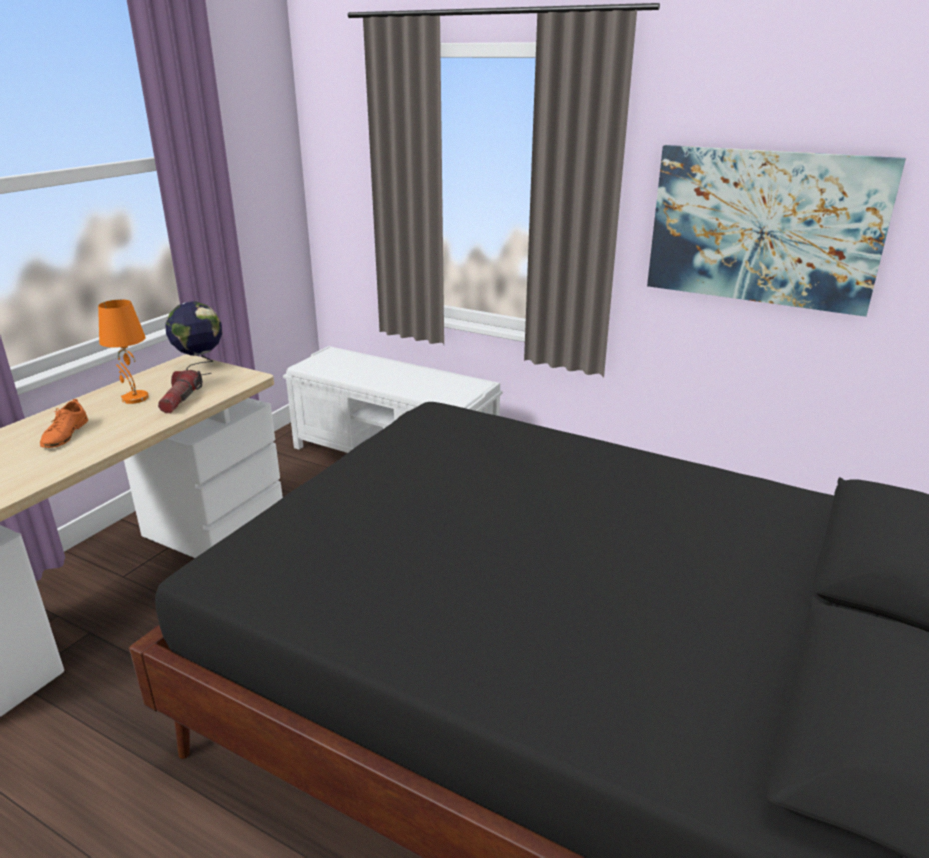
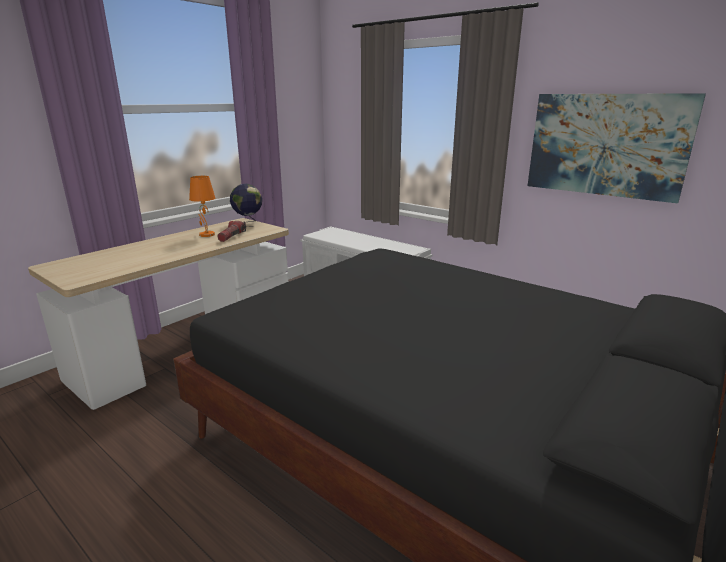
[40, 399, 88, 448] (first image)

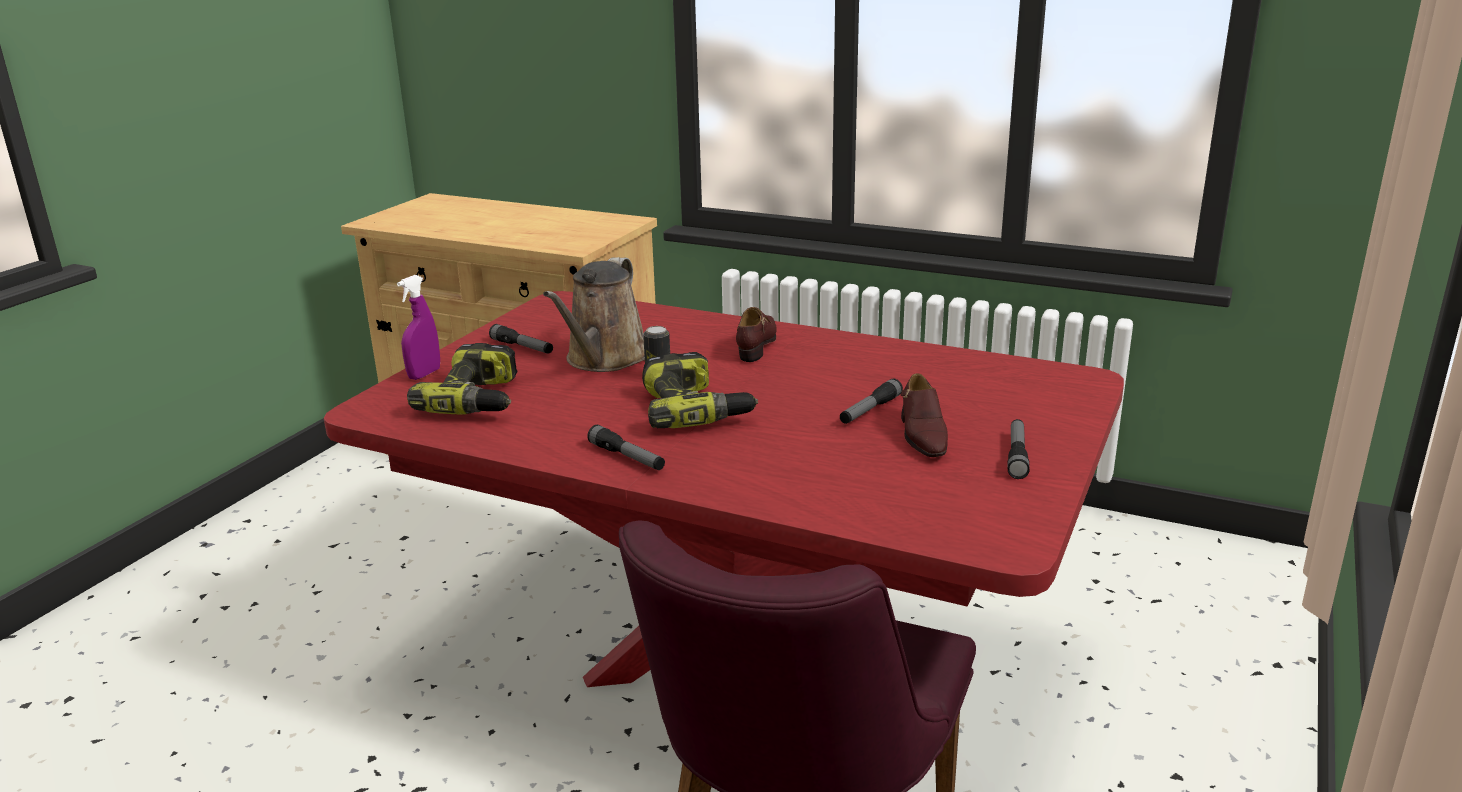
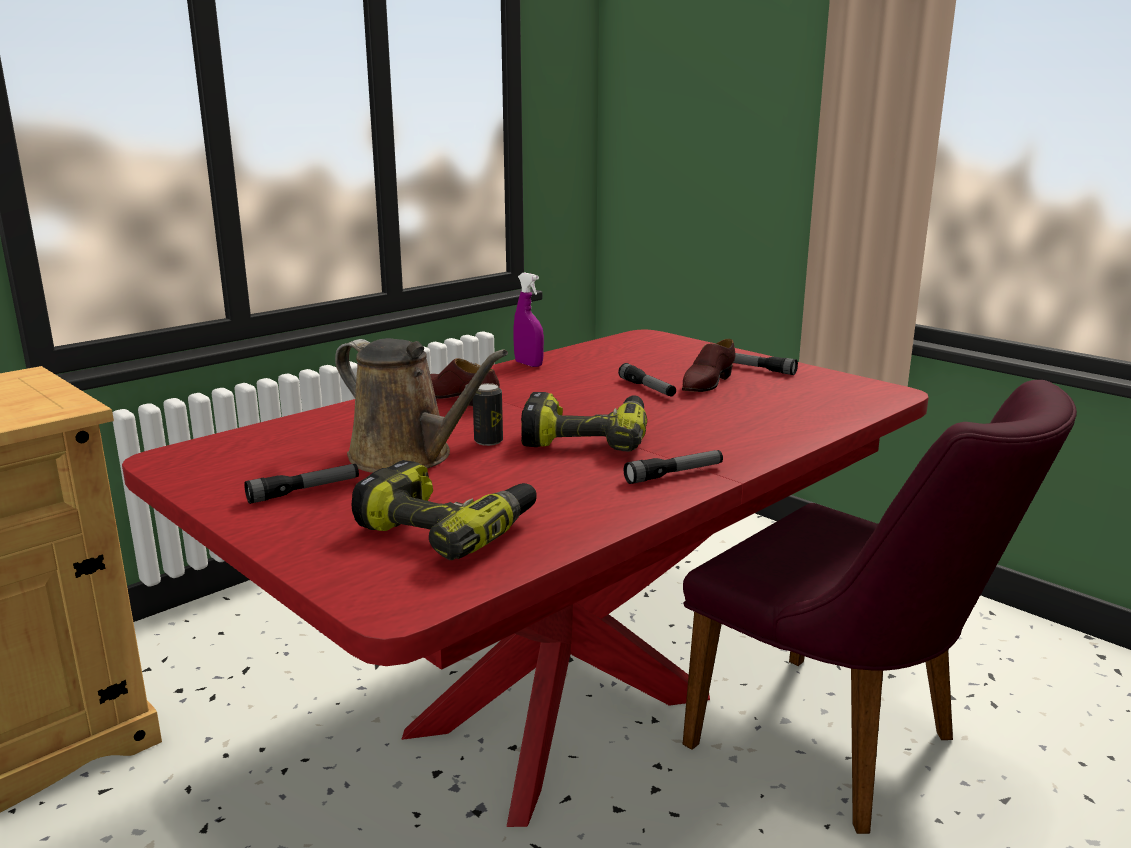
[513, 273, 544, 367]
[682, 339, 736, 392]

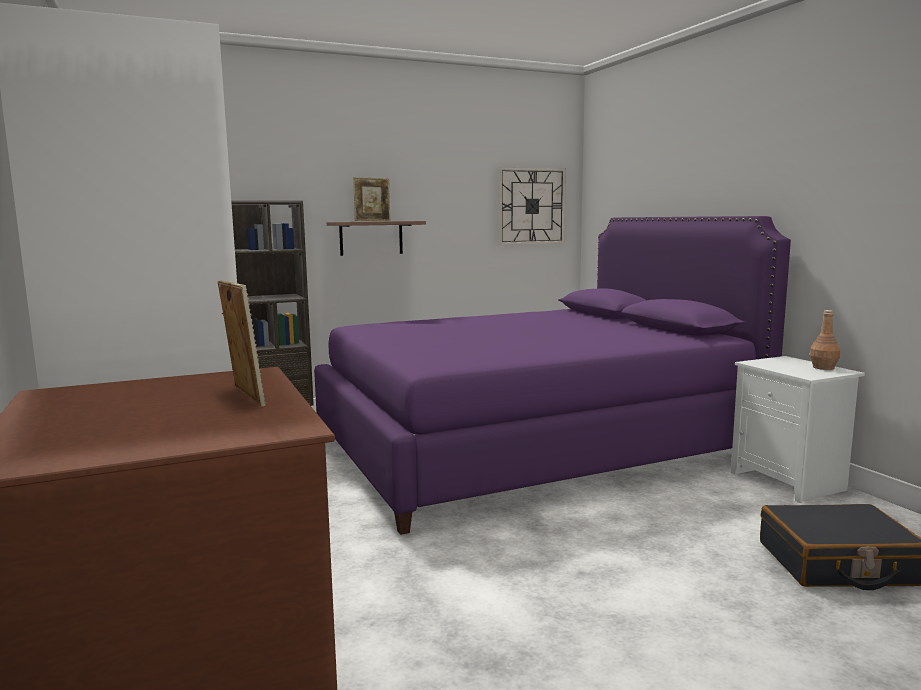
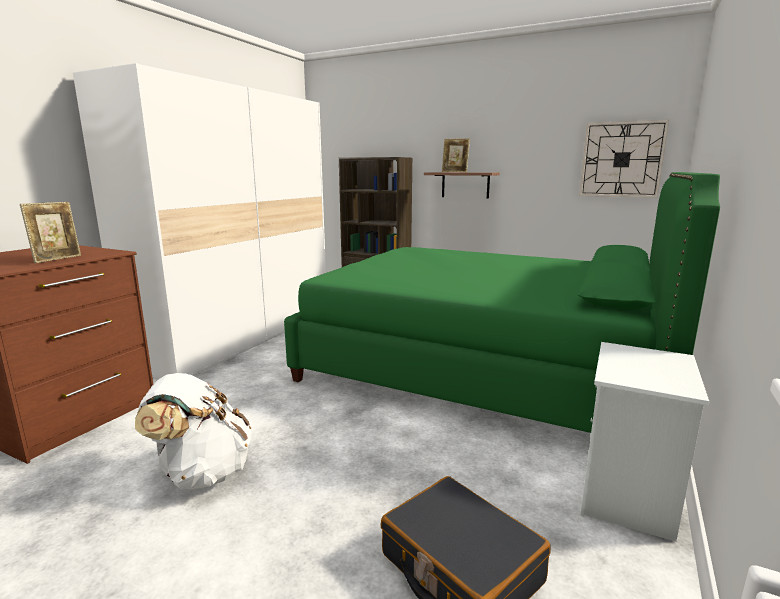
[135, 373, 251, 489]
[284, 172, 720, 433]
[810, 310, 840, 370] (first image)

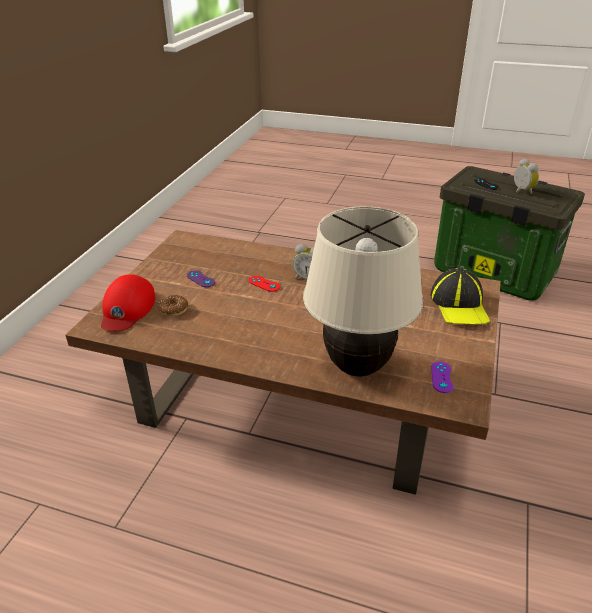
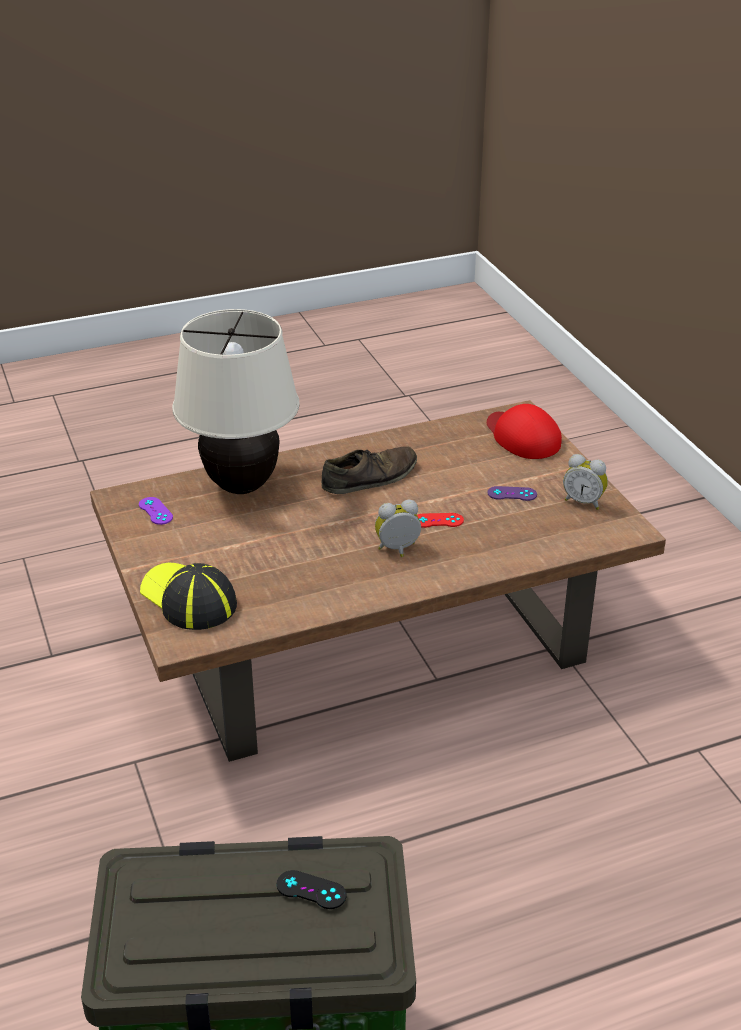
[321, 446, 417, 494]
[563, 454, 608, 510]
[158, 295, 188, 316] (first image)

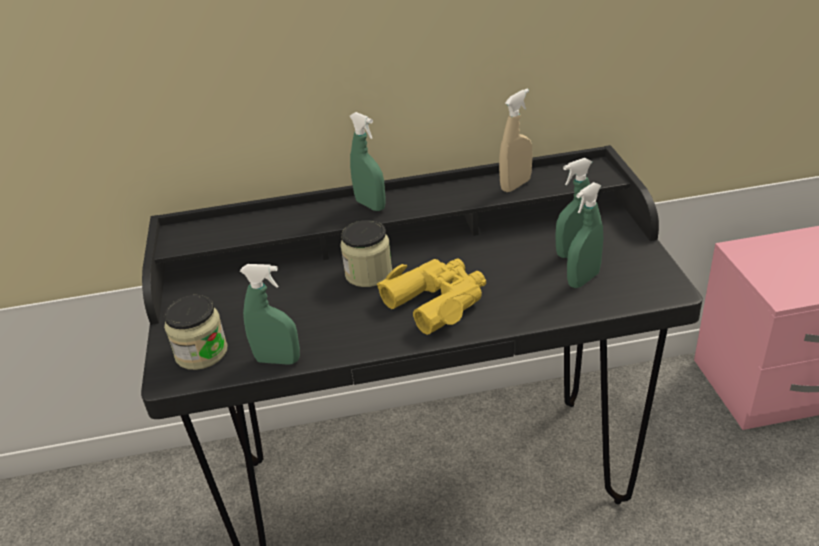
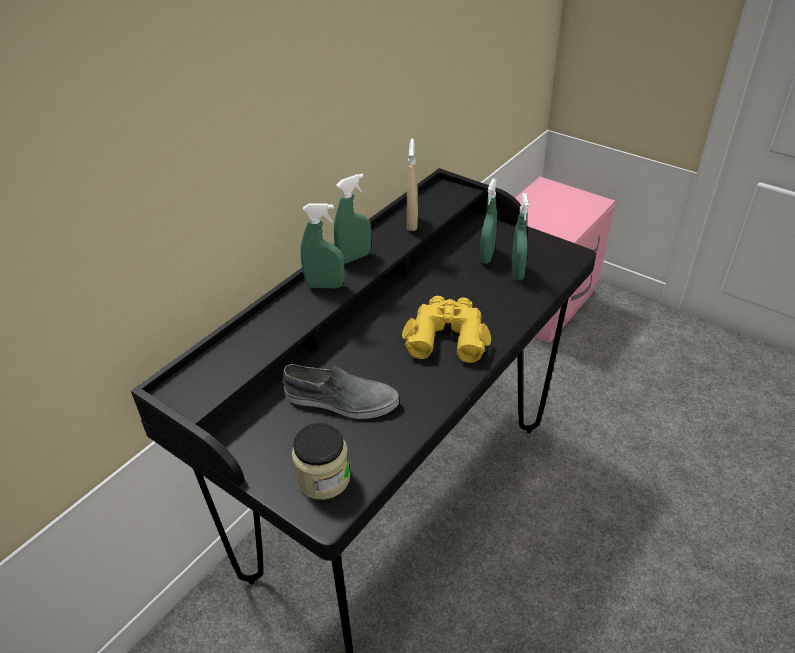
[282, 364, 399, 419]
[334, 174, 371, 264]
[340, 220, 392, 287] (first image)

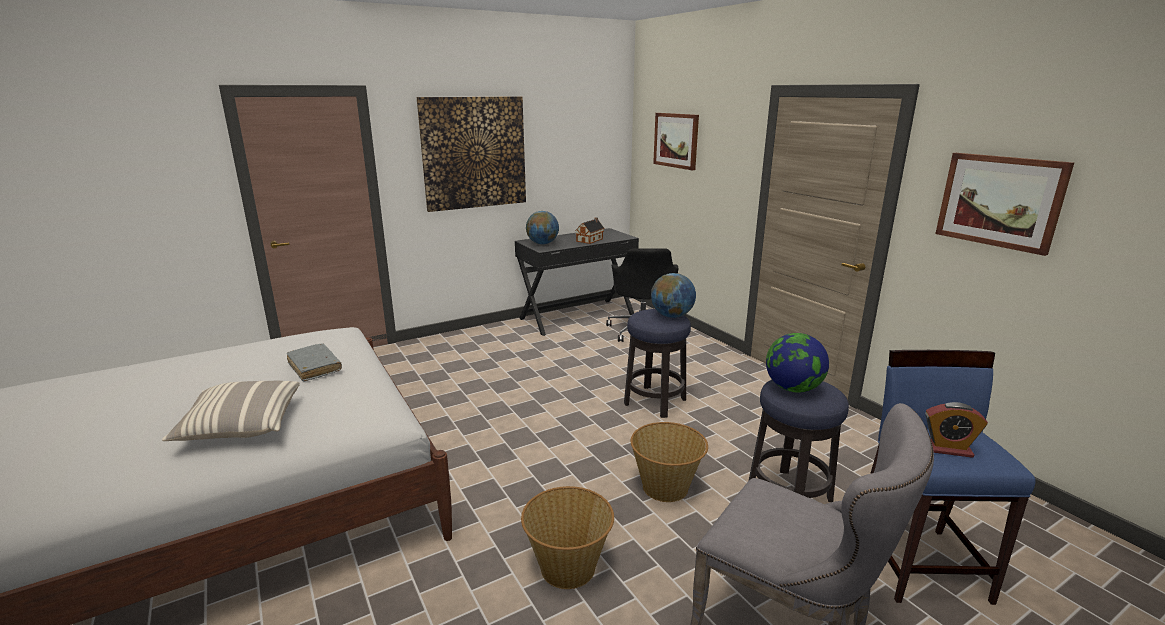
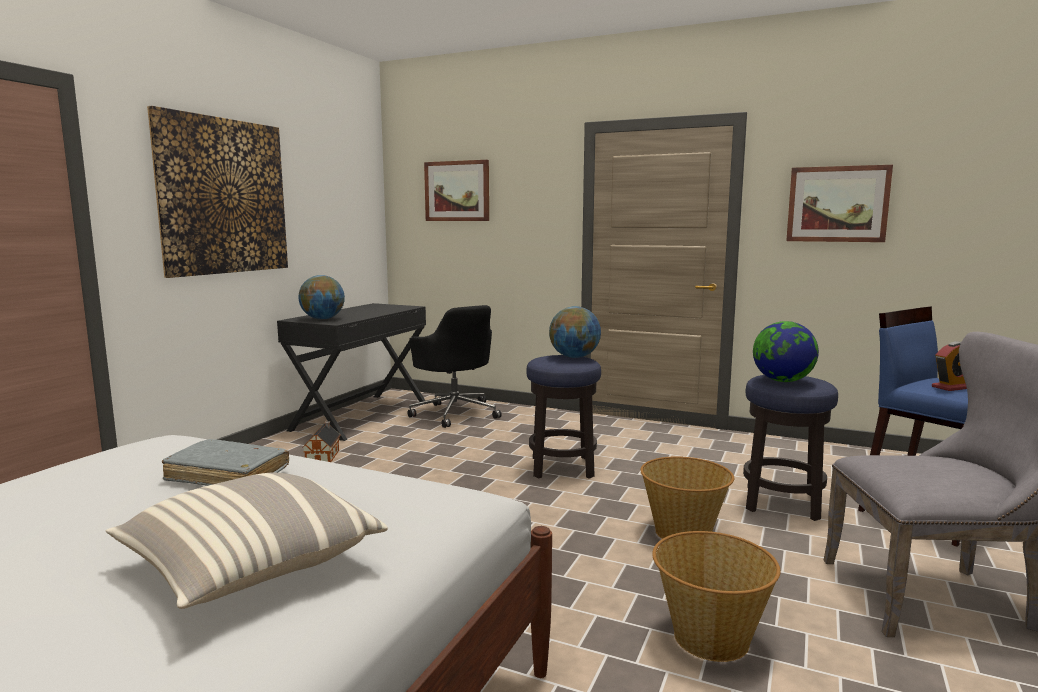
[302, 421, 341, 462]

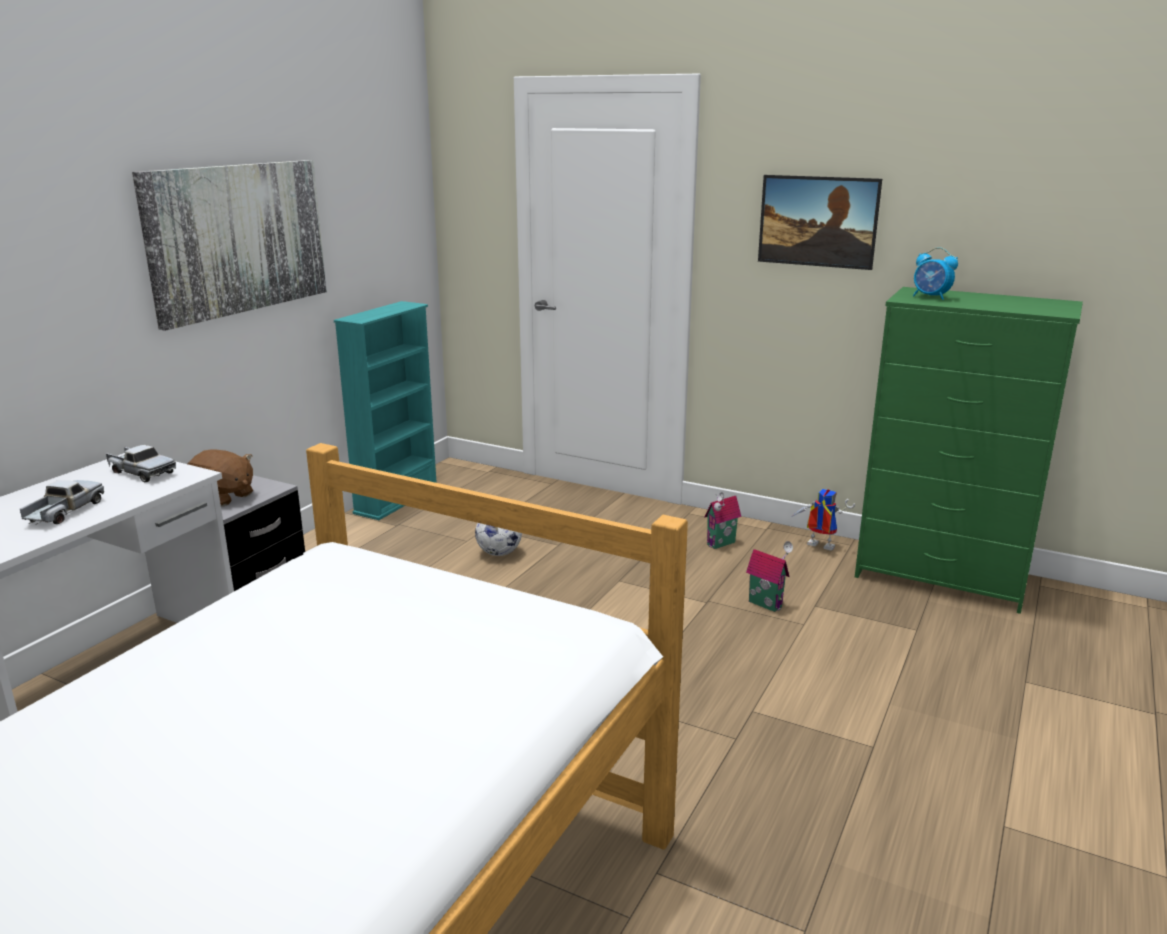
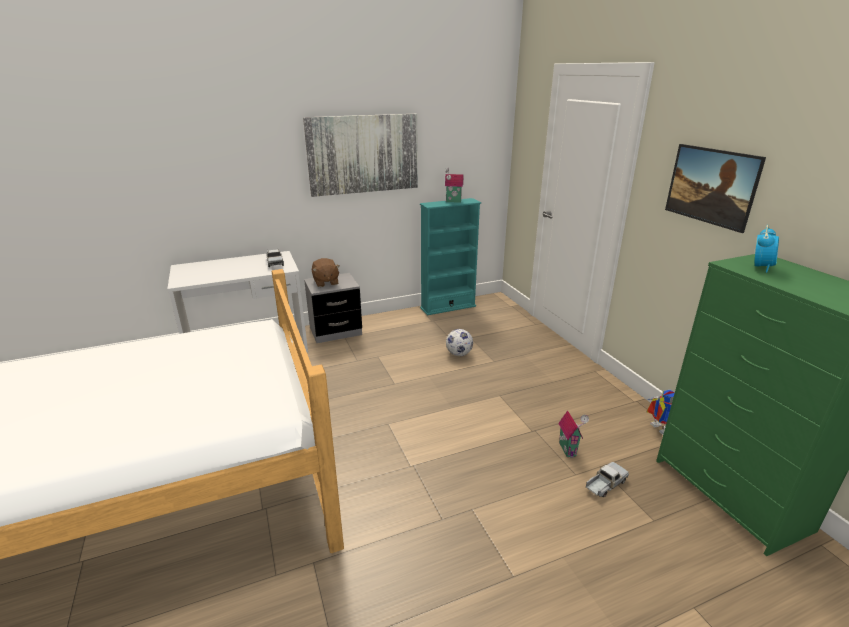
[445, 168, 463, 203]
[586, 462, 629, 497]
[754, 225, 779, 273]

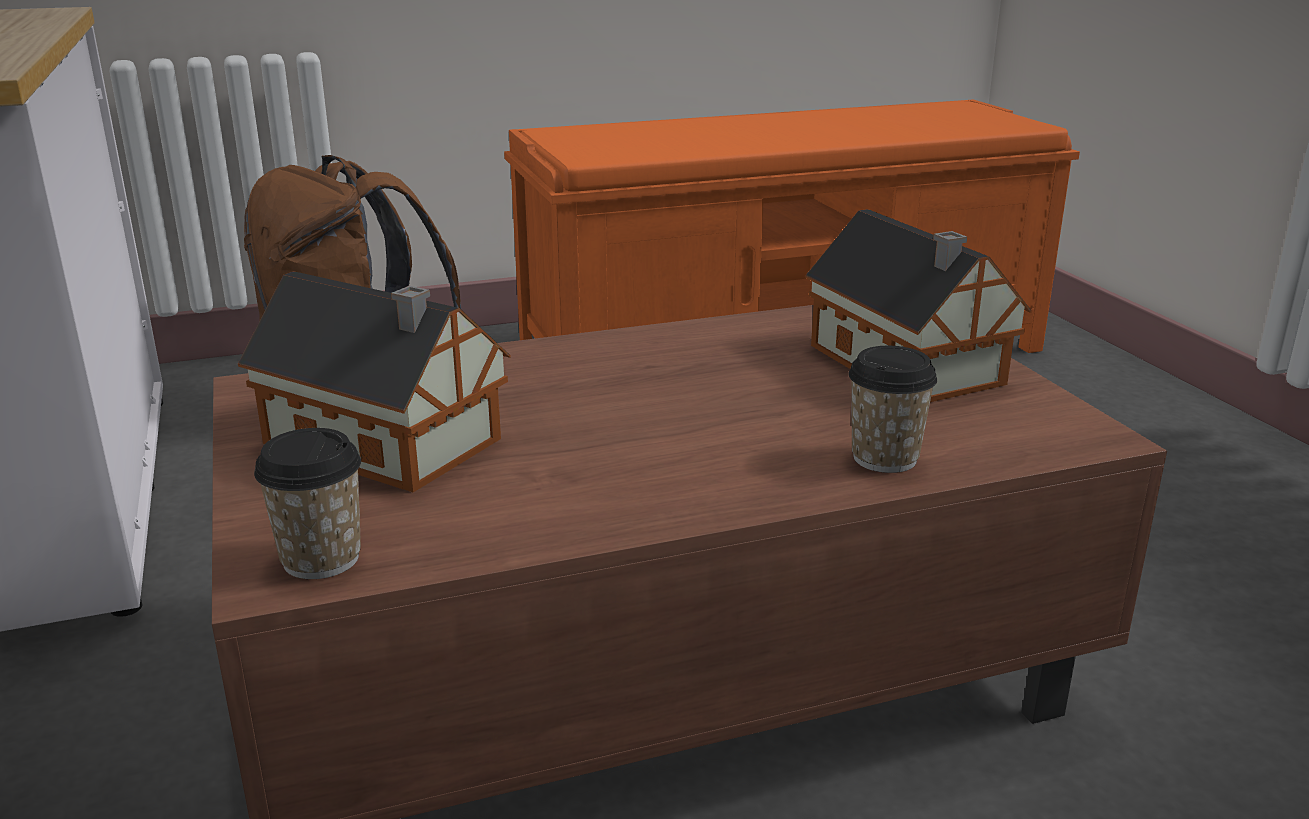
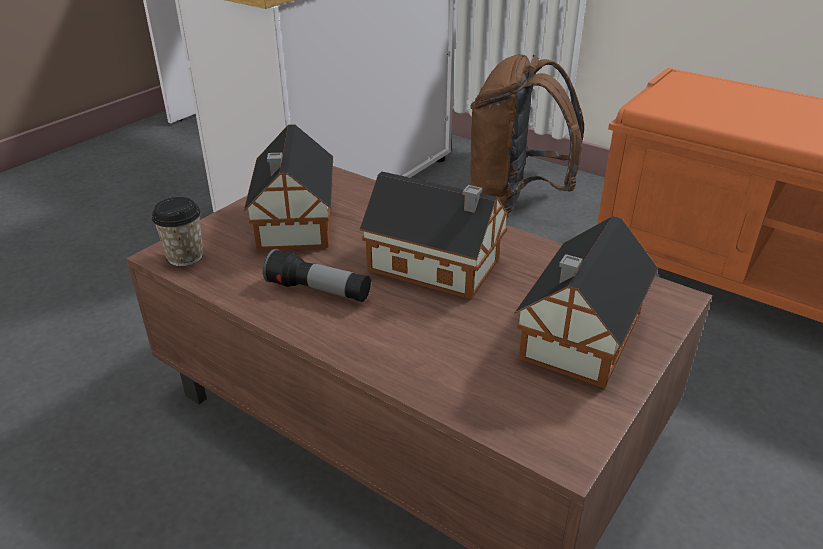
[263, 249, 371, 302]
[360, 172, 510, 299]
[848, 346, 937, 473] (first image)

